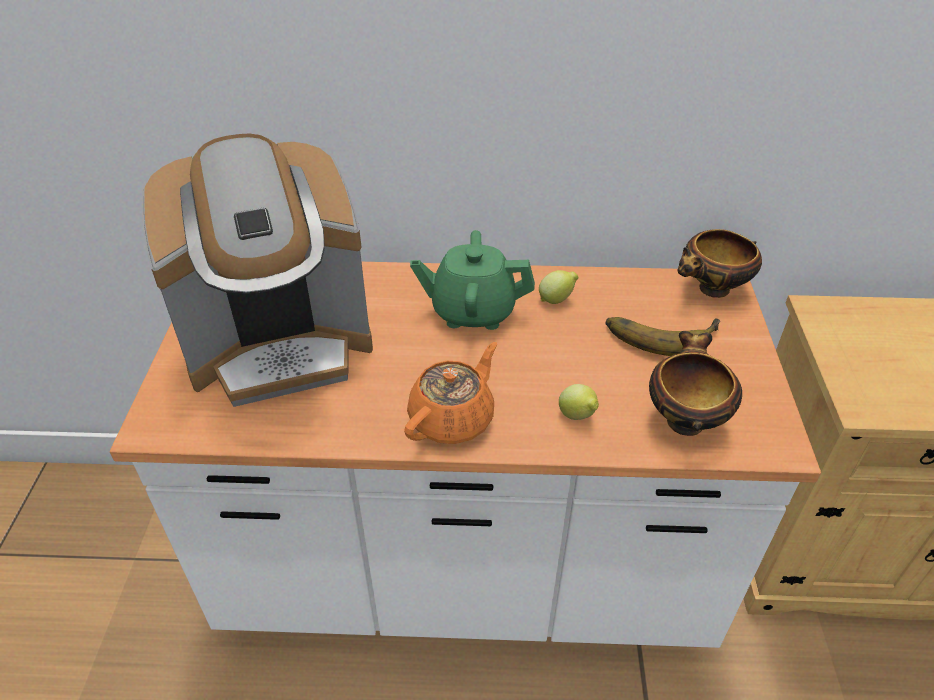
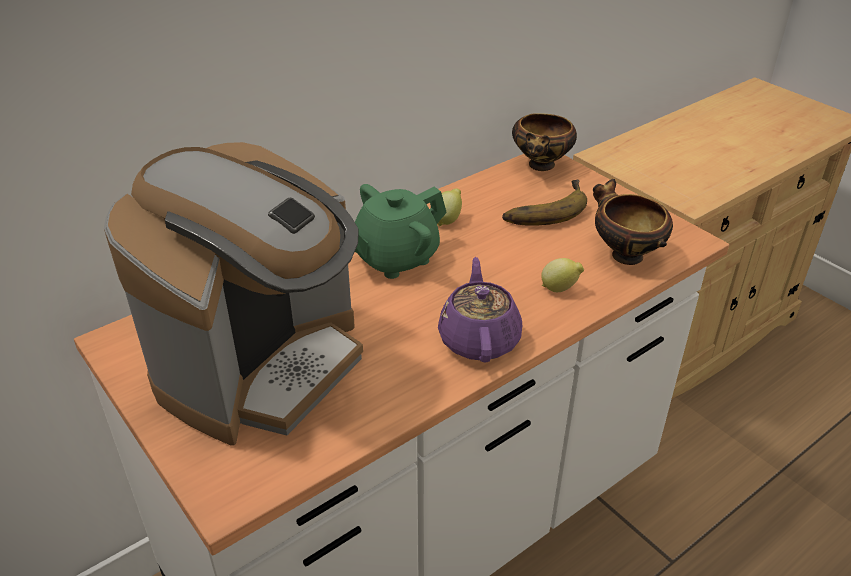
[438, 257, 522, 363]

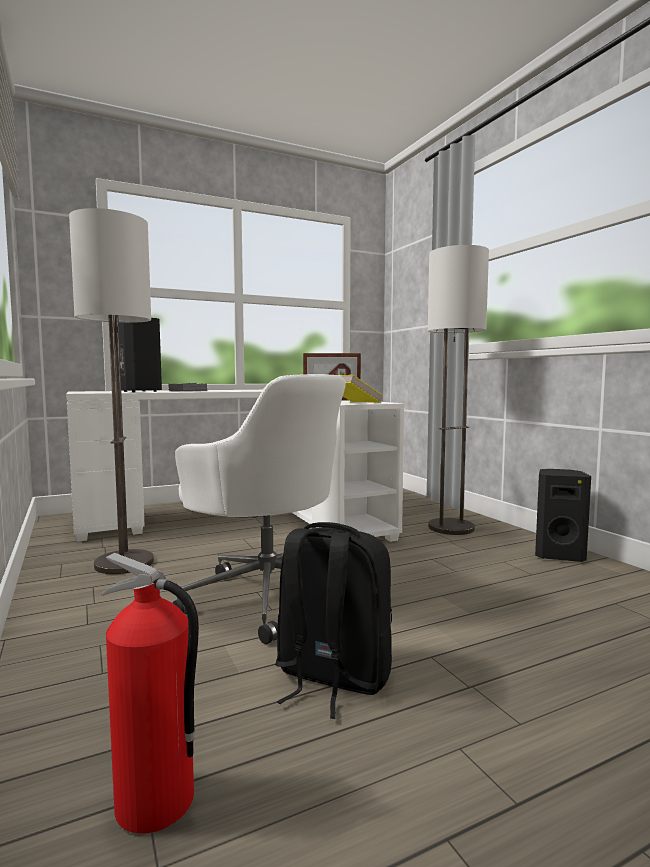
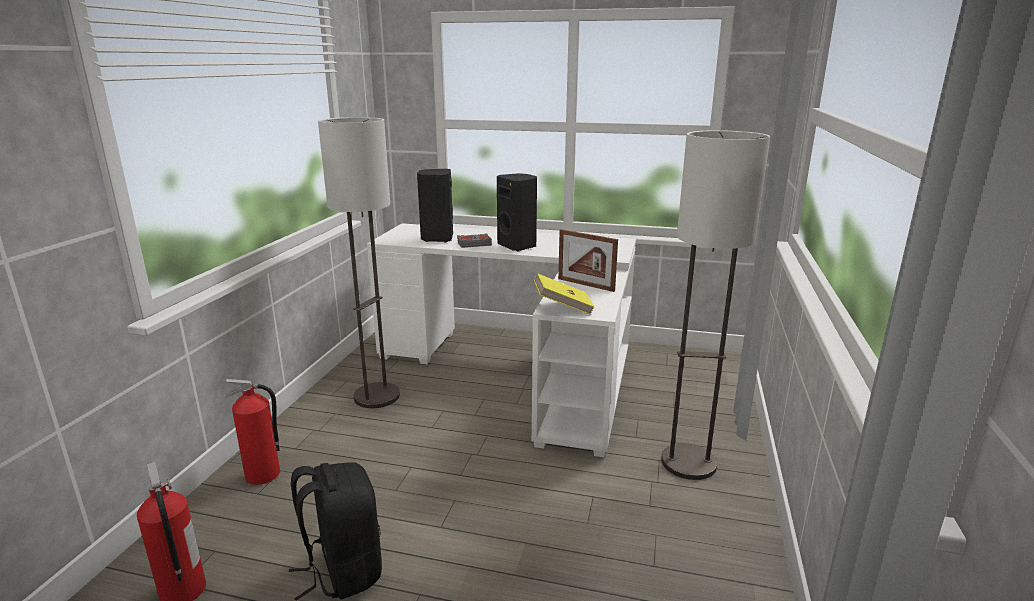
[225, 379, 280, 485]
[497, 173, 537, 251]
[173, 374, 346, 644] (first image)

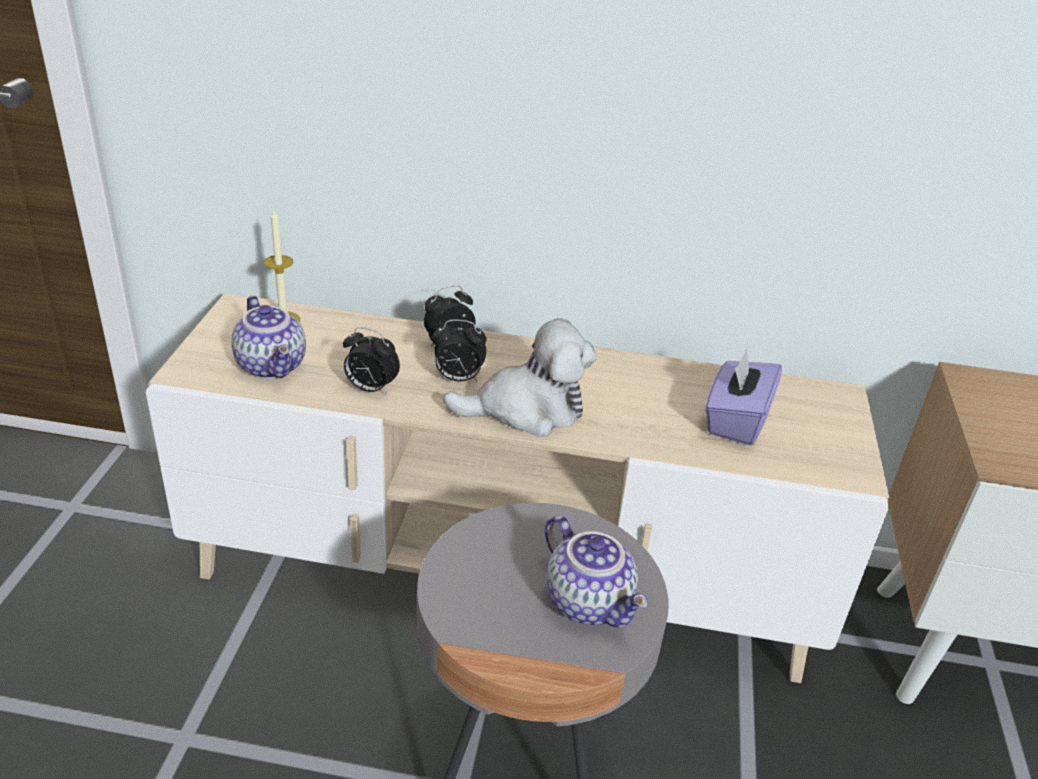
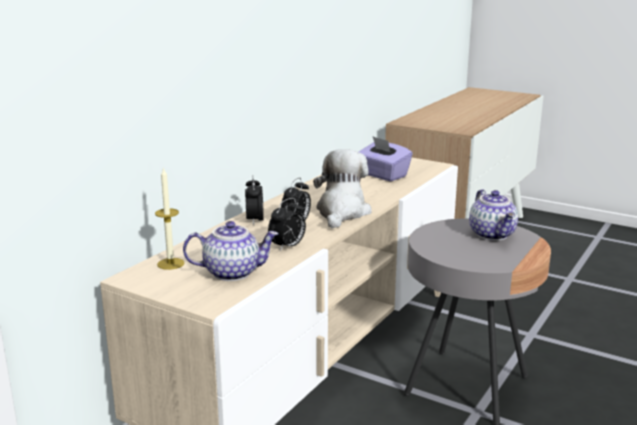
[469, 189, 518, 241]

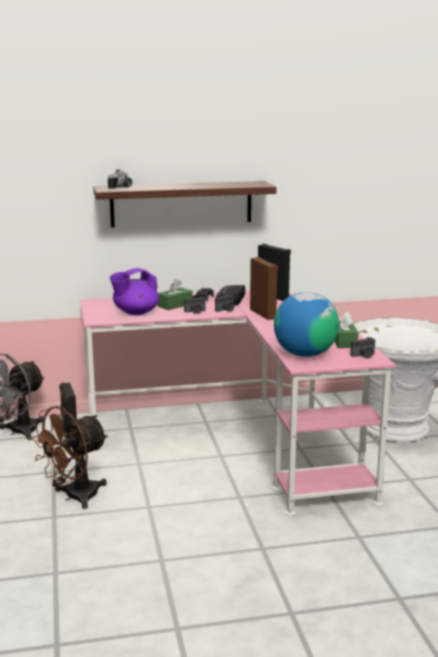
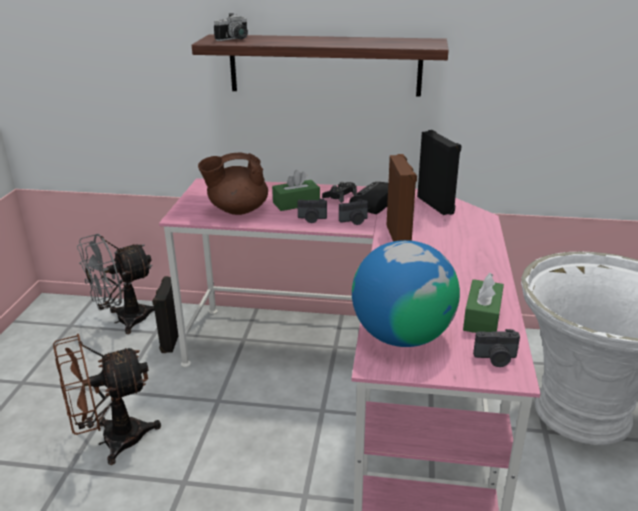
[198, 152, 268, 215]

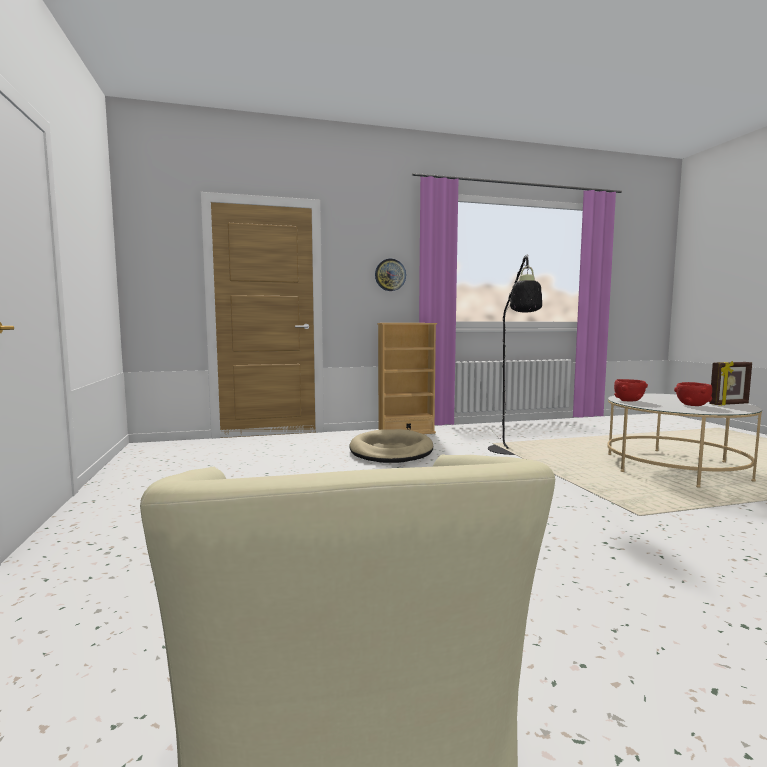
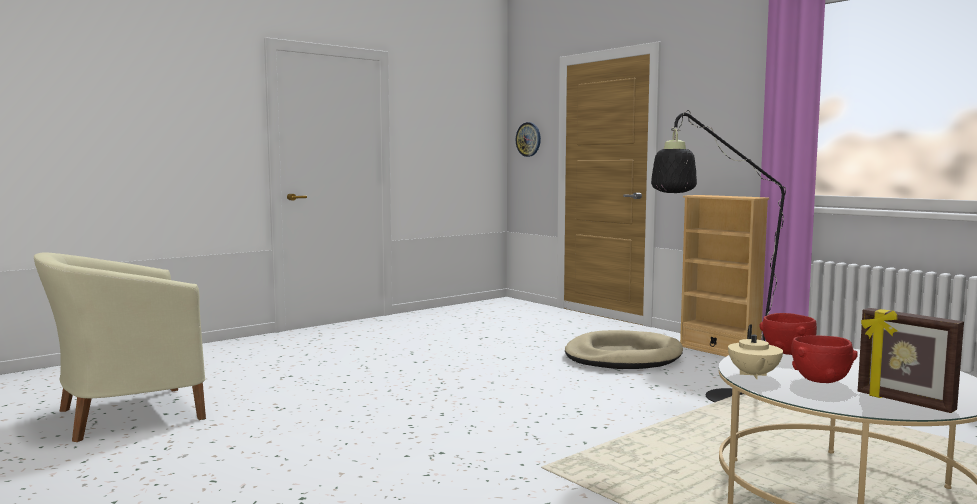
[516, 122, 541, 157]
[728, 324, 783, 379]

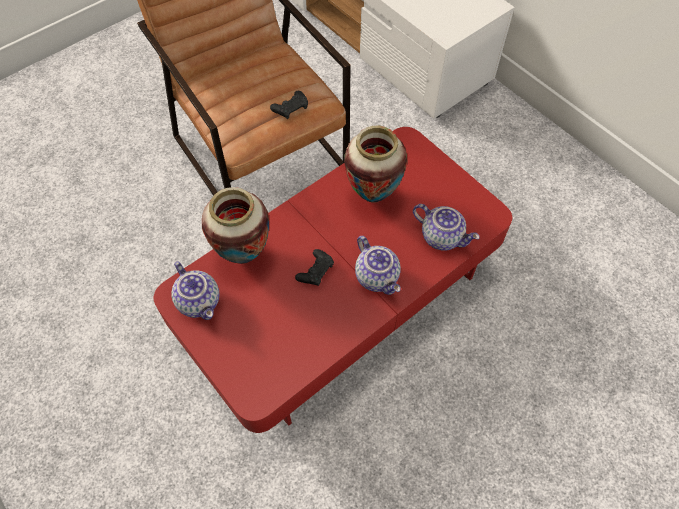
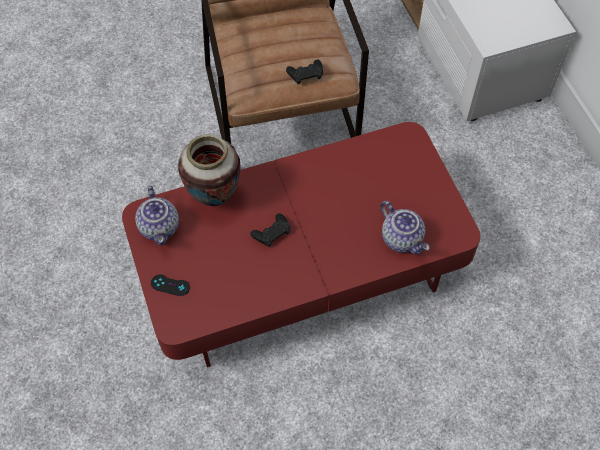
[151, 274, 190, 296]
[344, 126, 408, 202] (first image)
[355, 236, 401, 295] (first image)

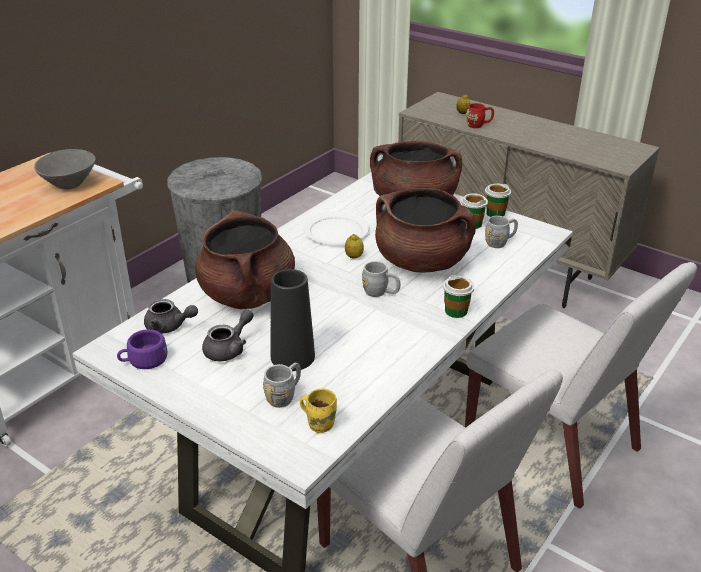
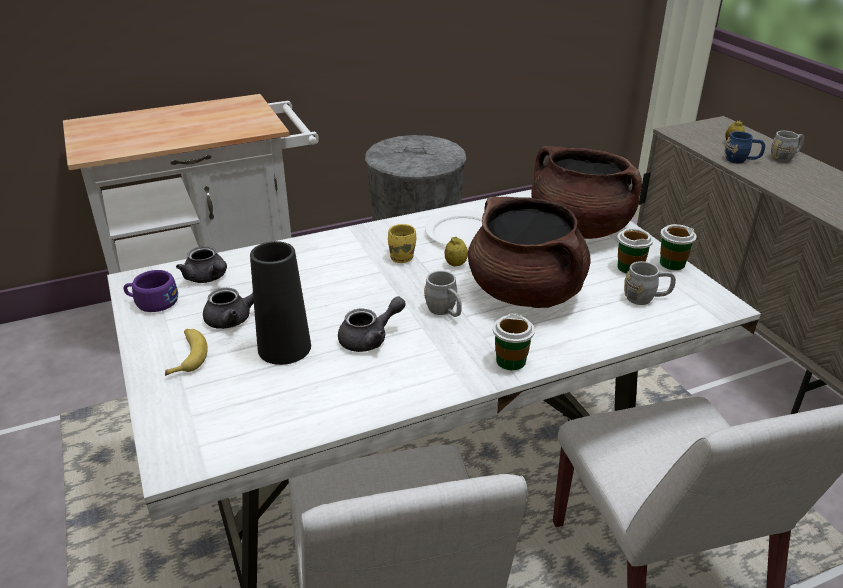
[165, 329, 208, 376]
[338, 297, 406, 352]
[388, 224, 416, 263]
[725, 131, 765, 163]
[771, 131, 804, 163]
[34, 149, 96, 189] (first image)
[195, 210, 295, 309] (first image)

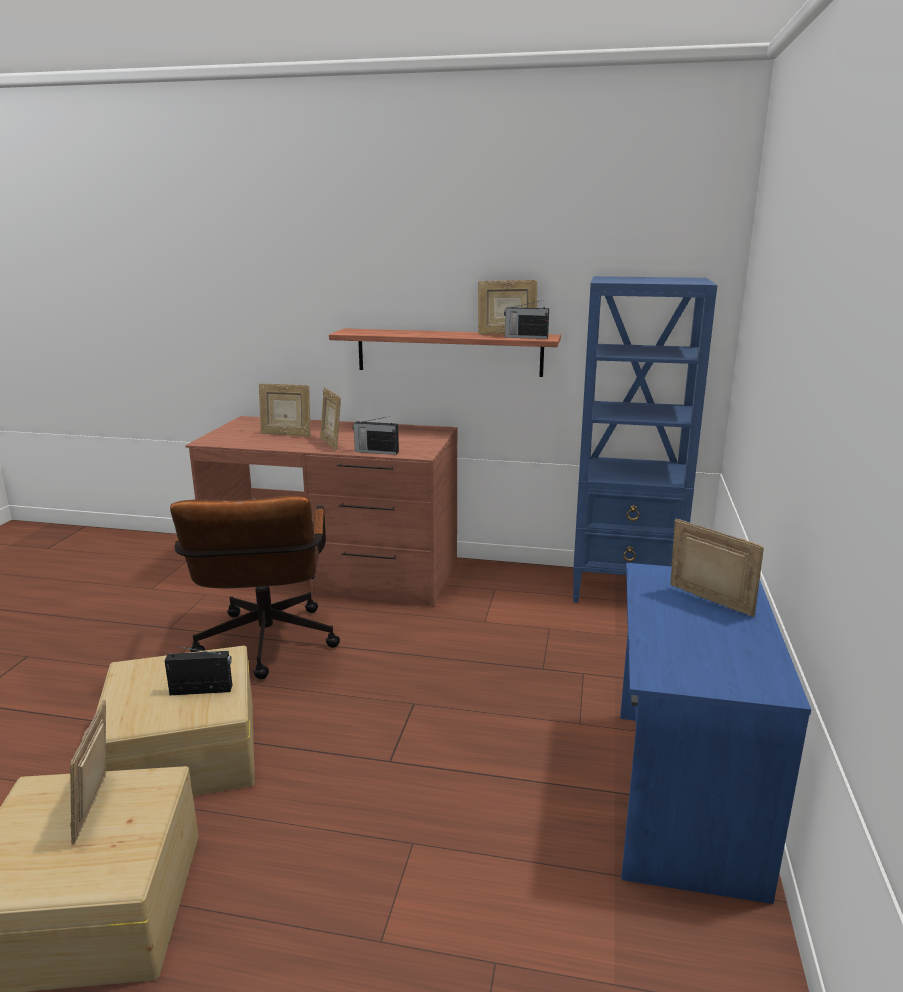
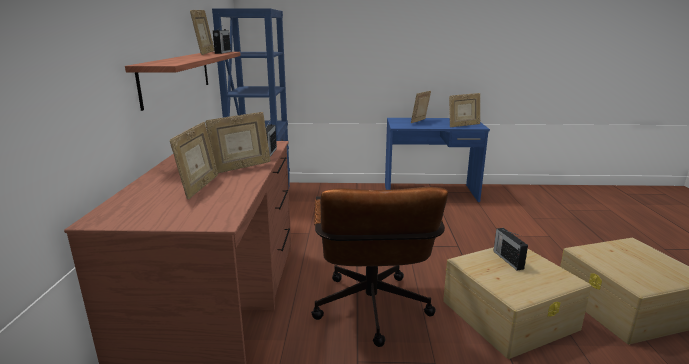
[311, 187, 448, 347]
[449, 93, 480, 127]

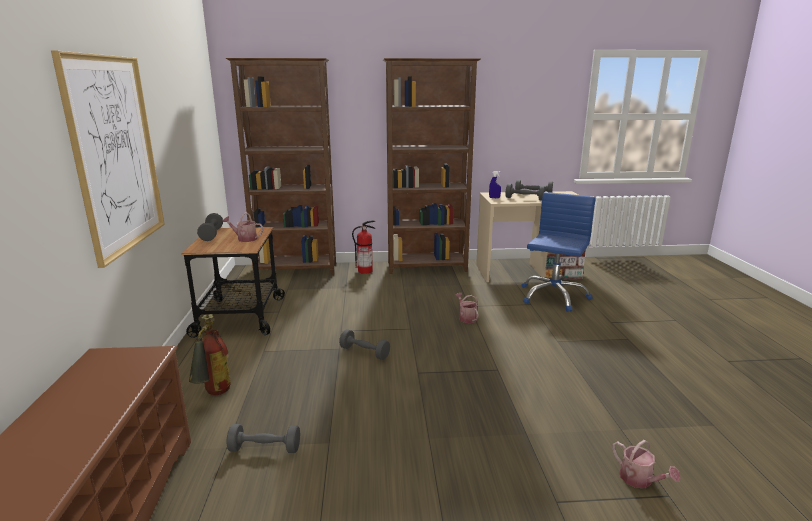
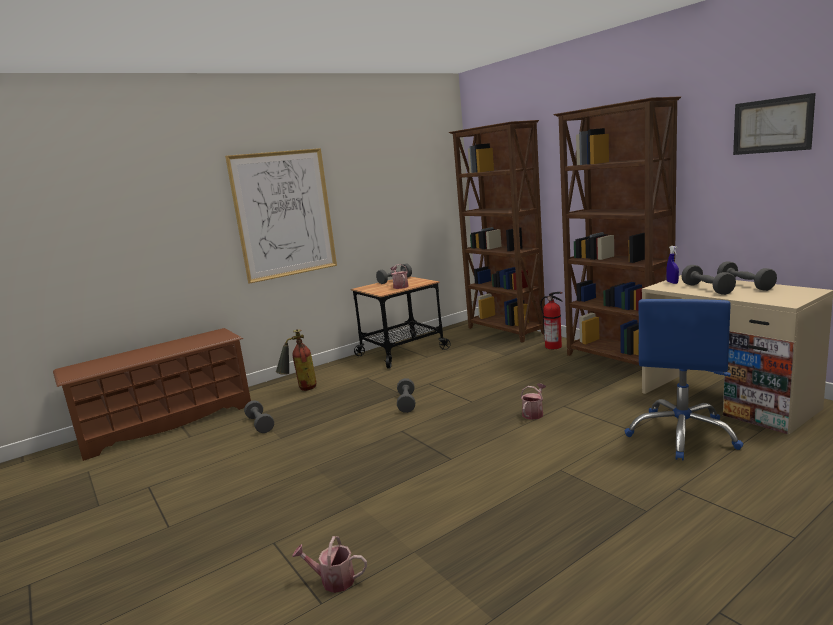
[292, 536, 367, 593]
[625, 299, 744, 460]
[733, 93, 816, 155]

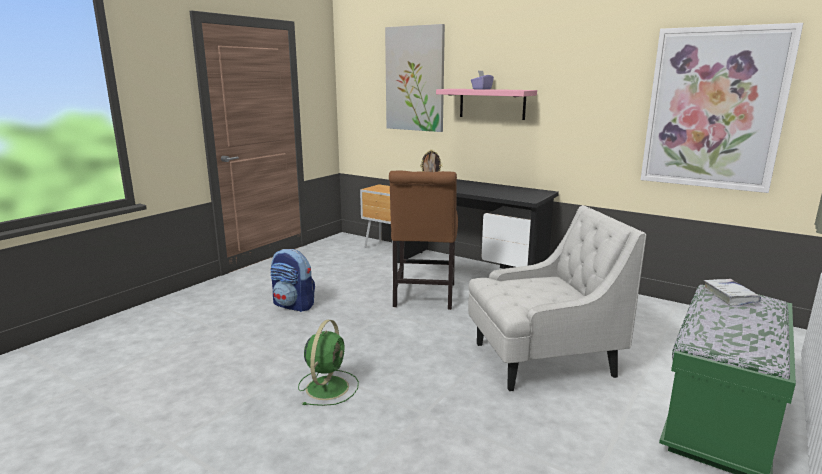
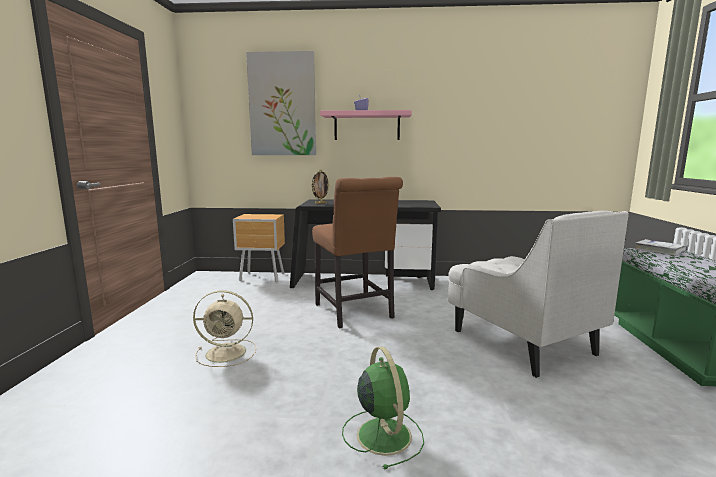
[193, 290, 256, 367]
[448, 211, 629, 378]
[641, 23, 803, 193] (first image)

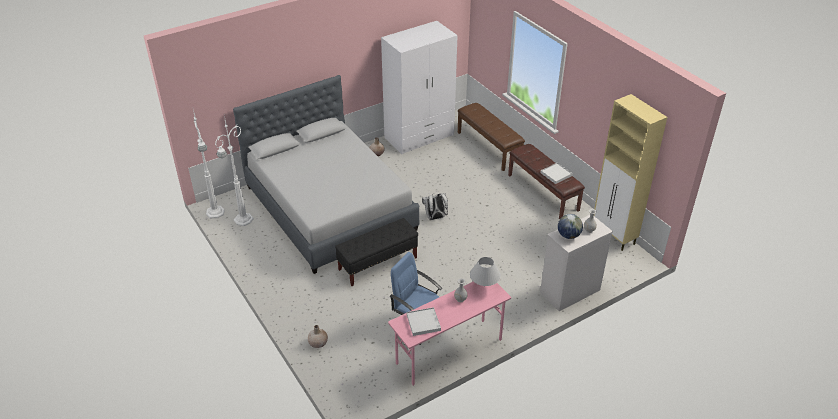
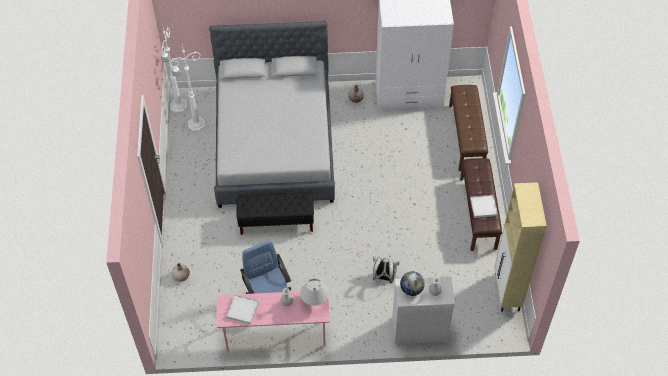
[373, 256, 399, 283]

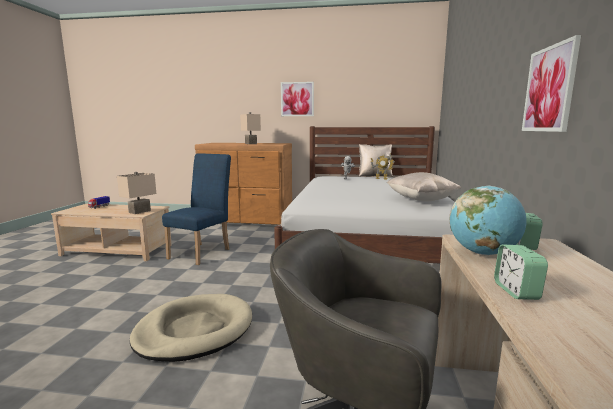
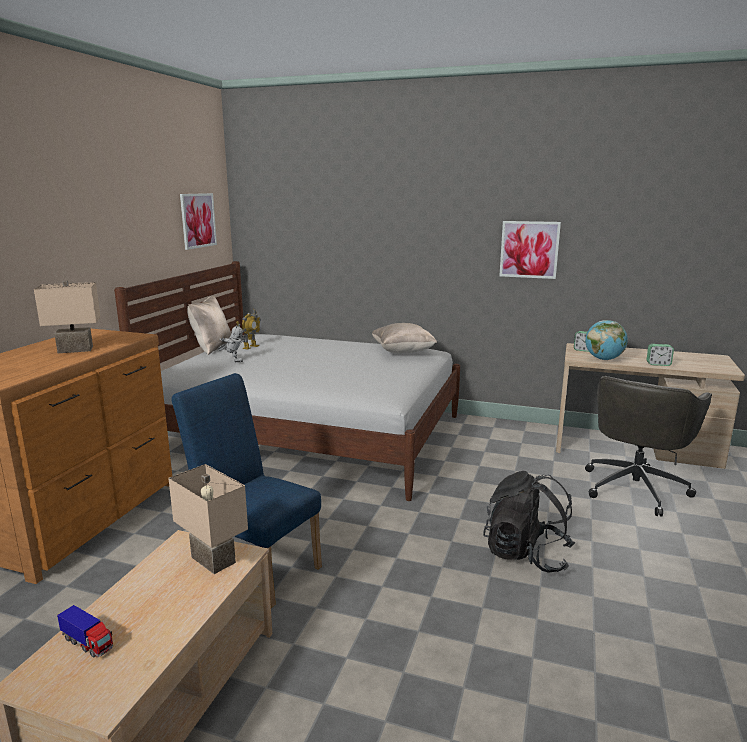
[180, 193, 217, 250]
[483, 471, 575, 573]

